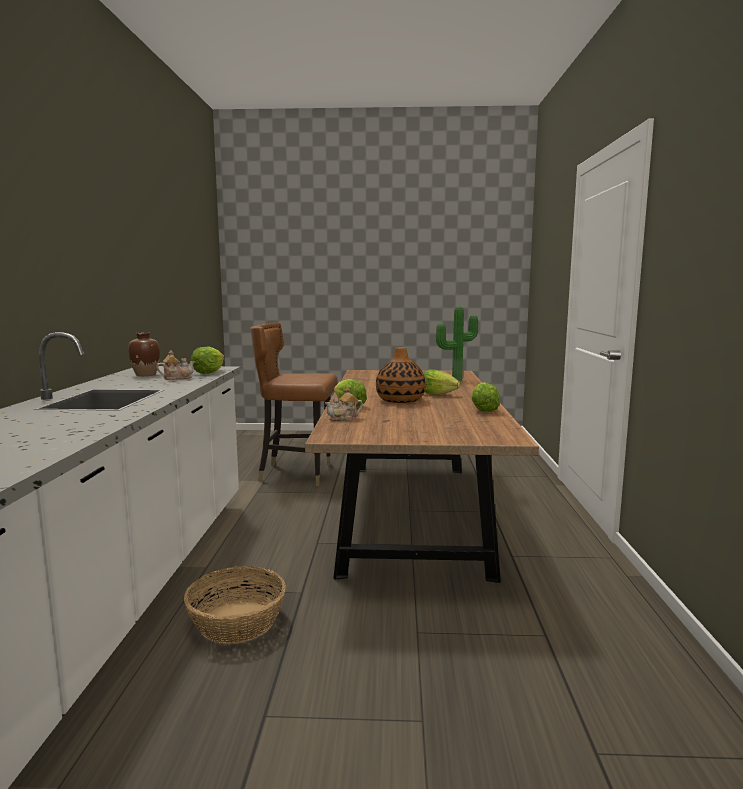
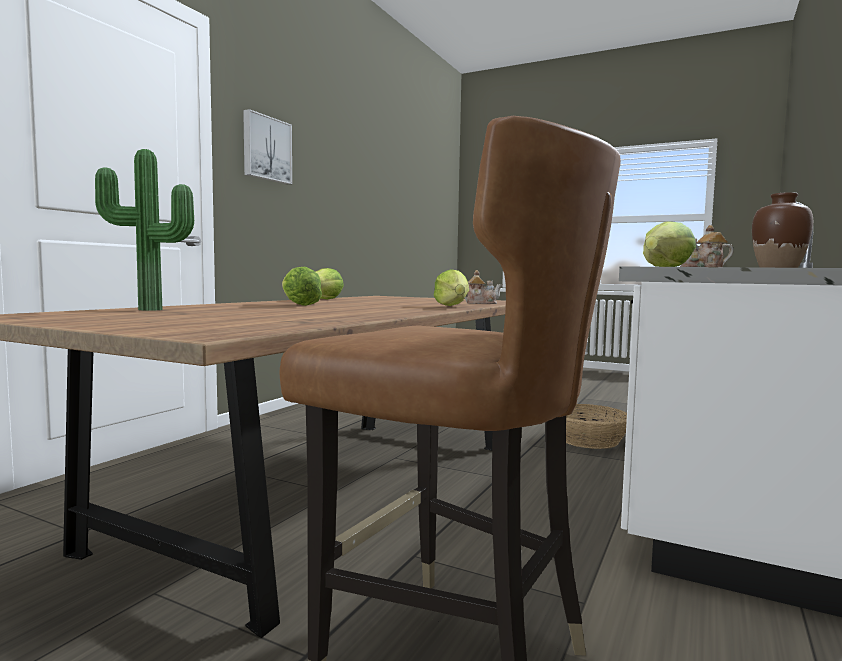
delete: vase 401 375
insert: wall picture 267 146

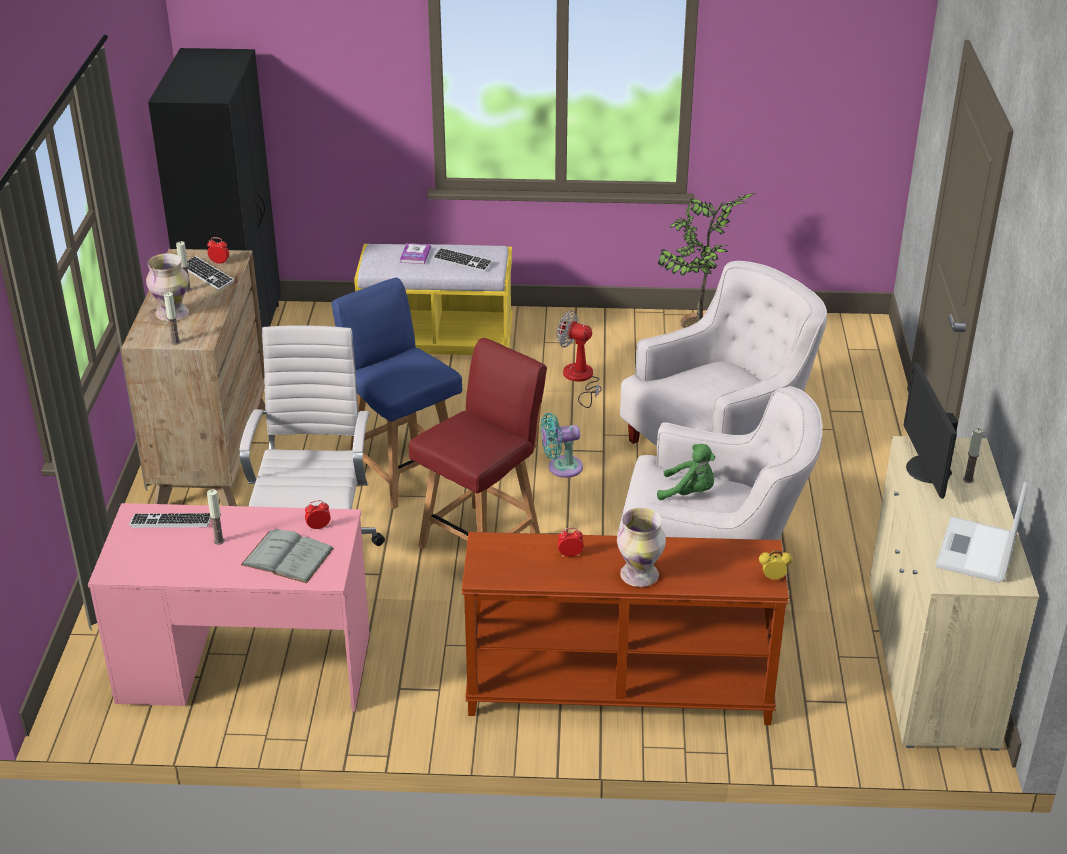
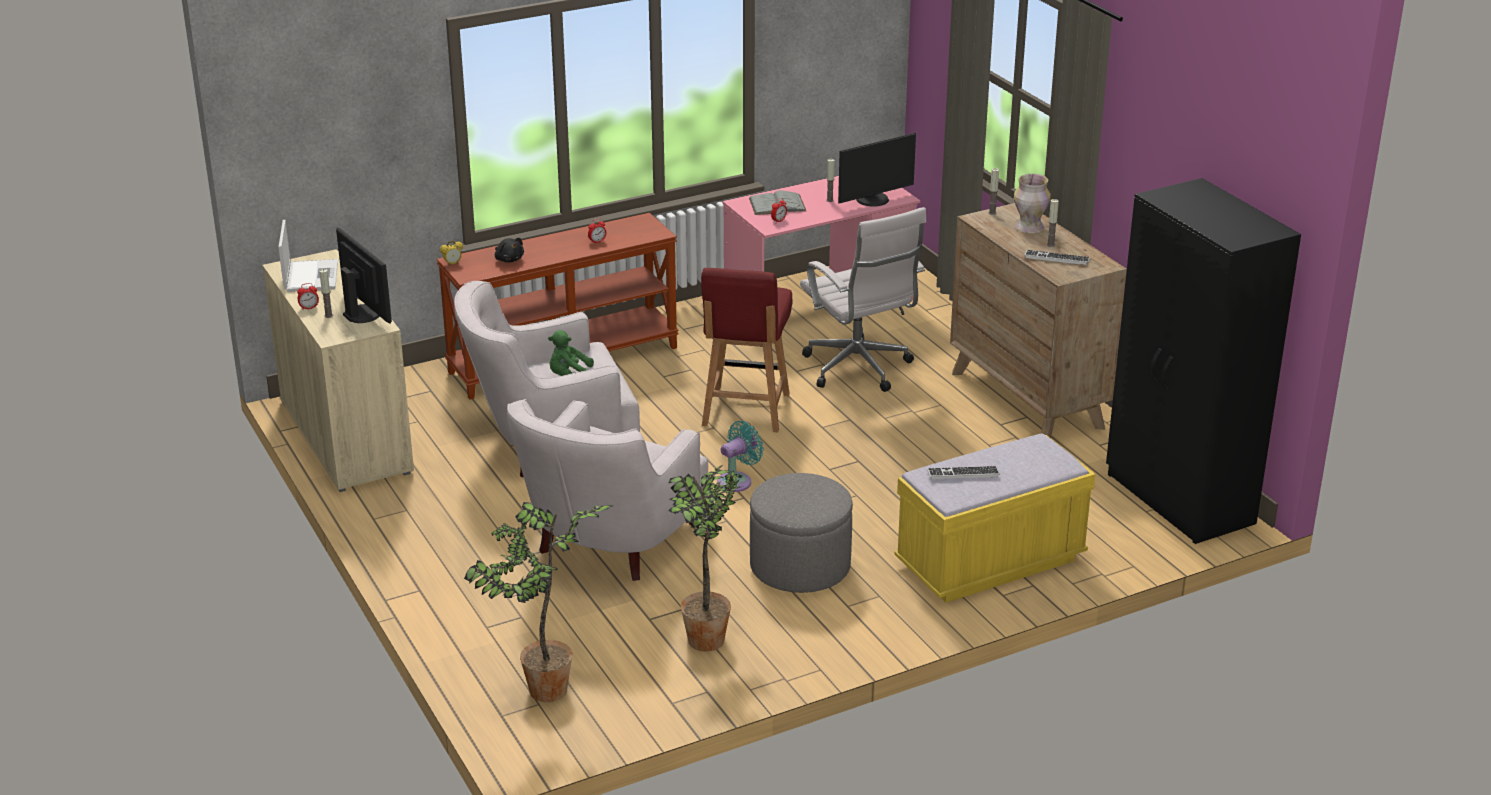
delete: blue upright chair 396 393; volume 415 253; vase 641 547
insert: houseplant 538 602; black-coloured cuddly toy 509 250
move: table clock 218 250 to 308 296
replace: computer keyboard 170 520 to monitor 877 170; electric fan 579 359 to grey pouffe 801 533

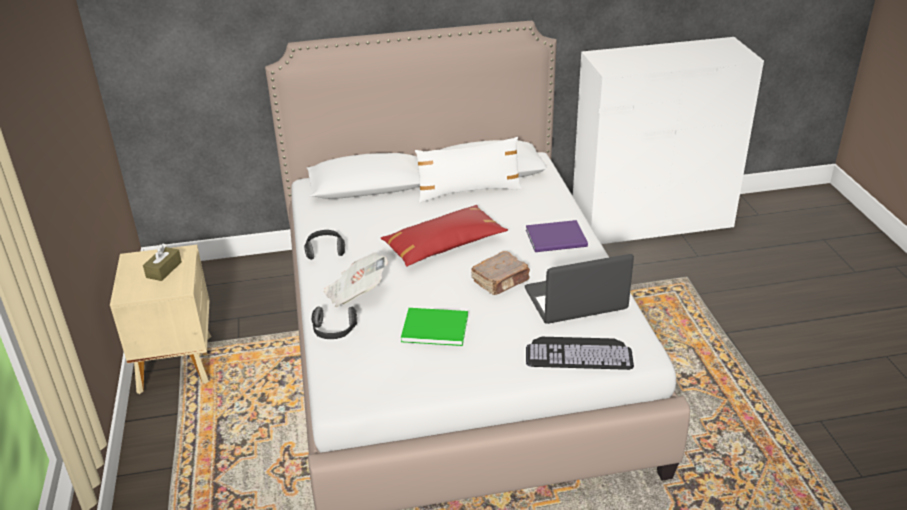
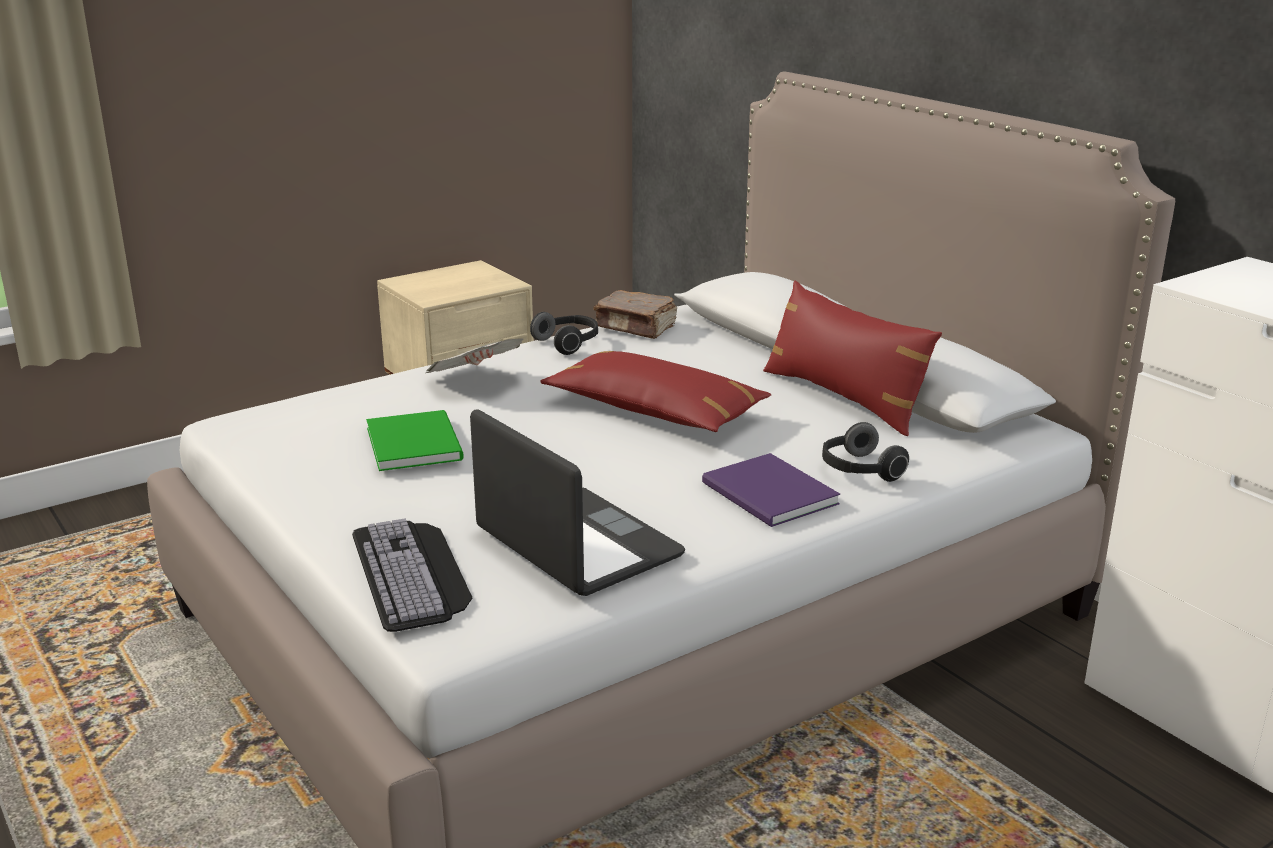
delete: brown-coloured tissue holder 162 262
move: headset 334 322 to 865 452; brown-coloured volume 500 273 to 635 314
recolor: white throw pillow 468 170 to red throw pillow 852 358

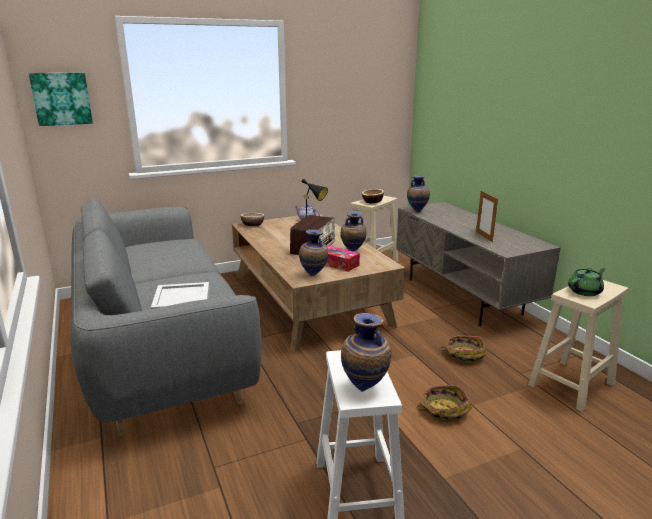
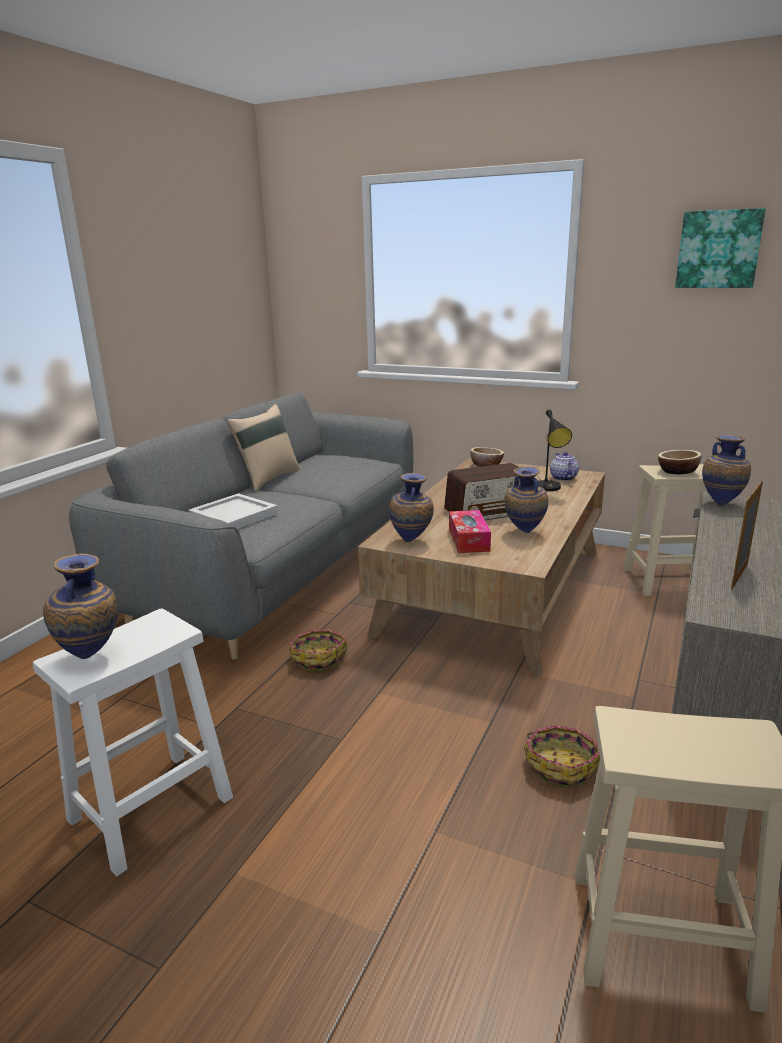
delete: greenish pot for tea 586 282
insert: sand-coloured throw pillow 263 447
move: wall picture 61 99 to 720 248; storage basket 444 404 to 317 651

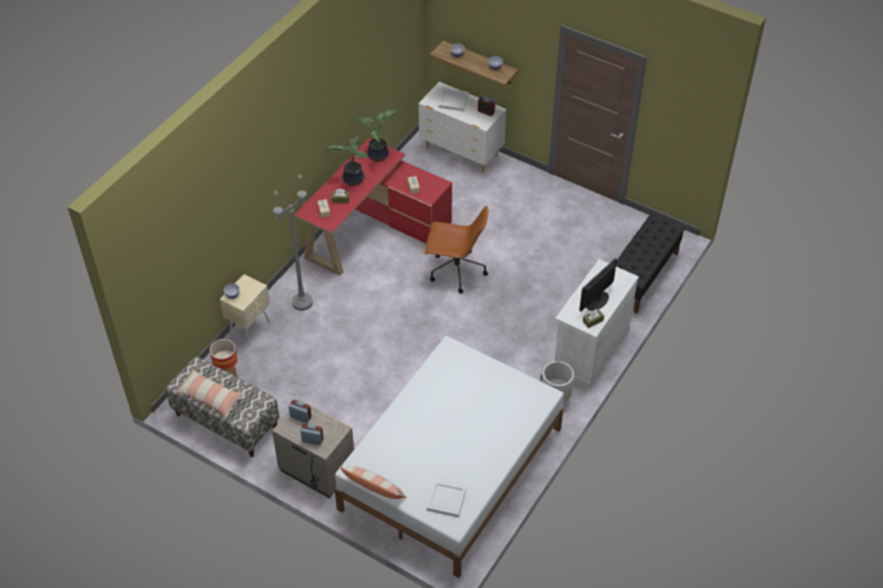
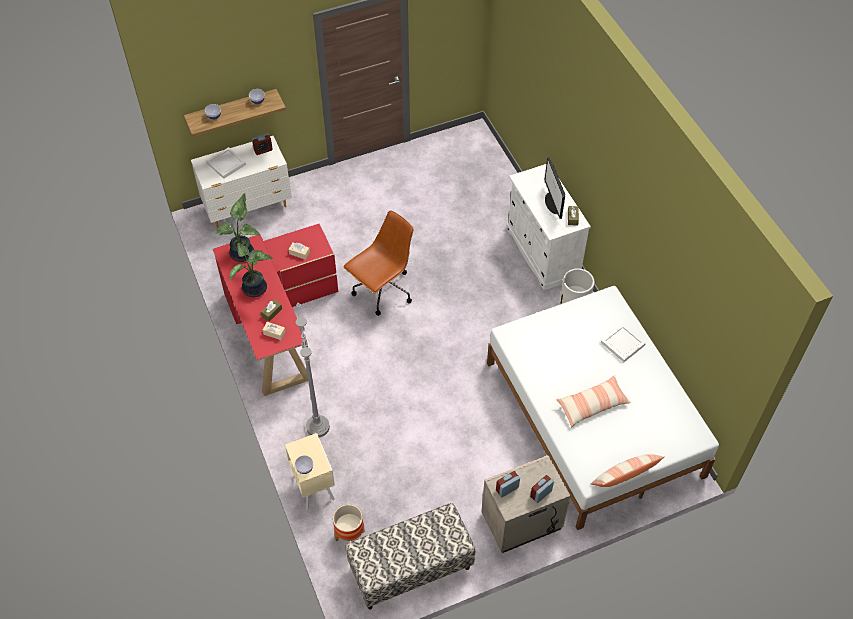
delete: black-coloured bench 650 263
move: throw pillow 210 393 to 593 401; white serving tray 446 499 to 623 343

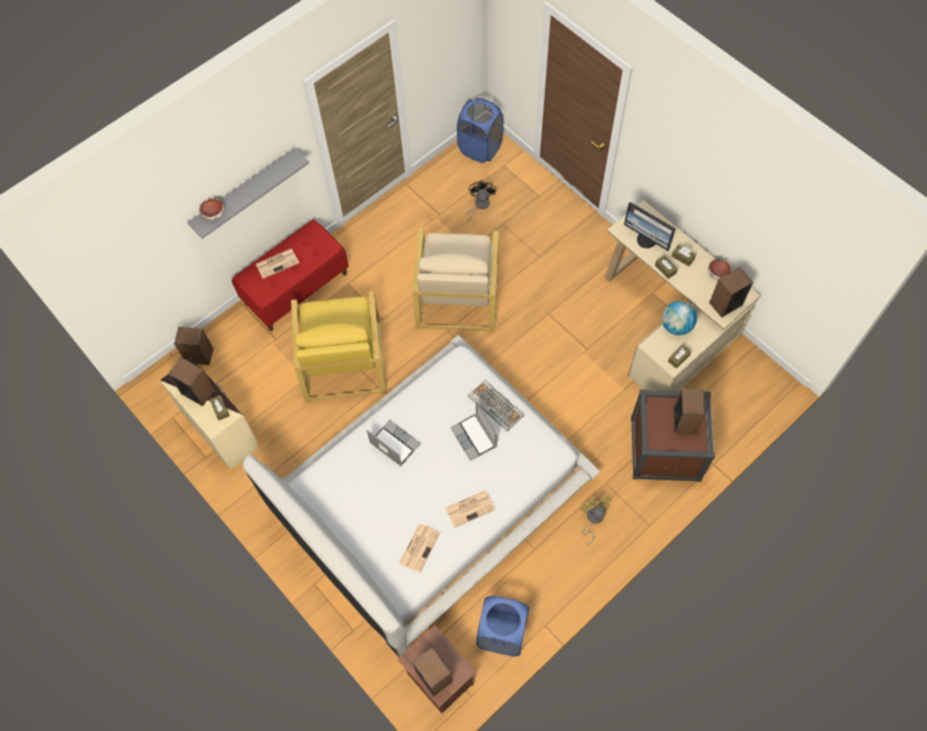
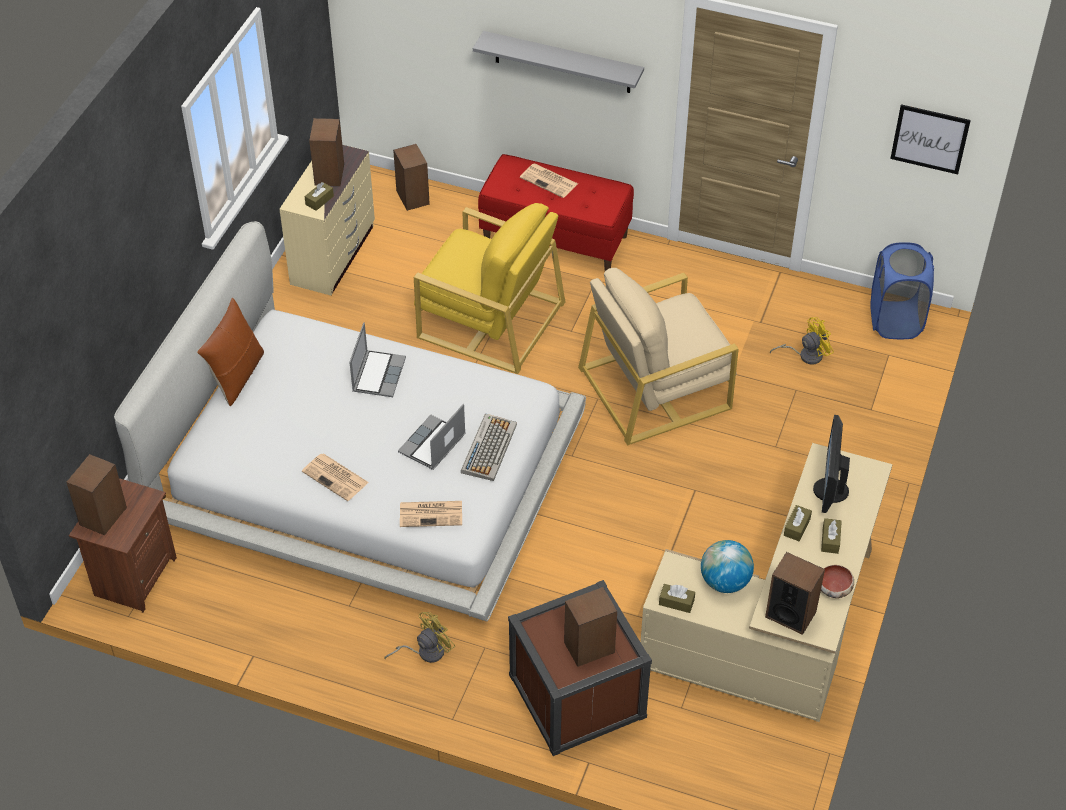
delete: serving bowl 212 210; blue laundry basket 502 626
insert: brown-coloured throw pillow 230 352; wall picture 930 139
move: daily paper 419 548 to 431 514
recolor: black-coloured electric fan 481 201 to yellow-coloured electric fan 802 341
rotate: yellow-coloured easy chair 338 347 = 490 288 120 degrees counterclockwise

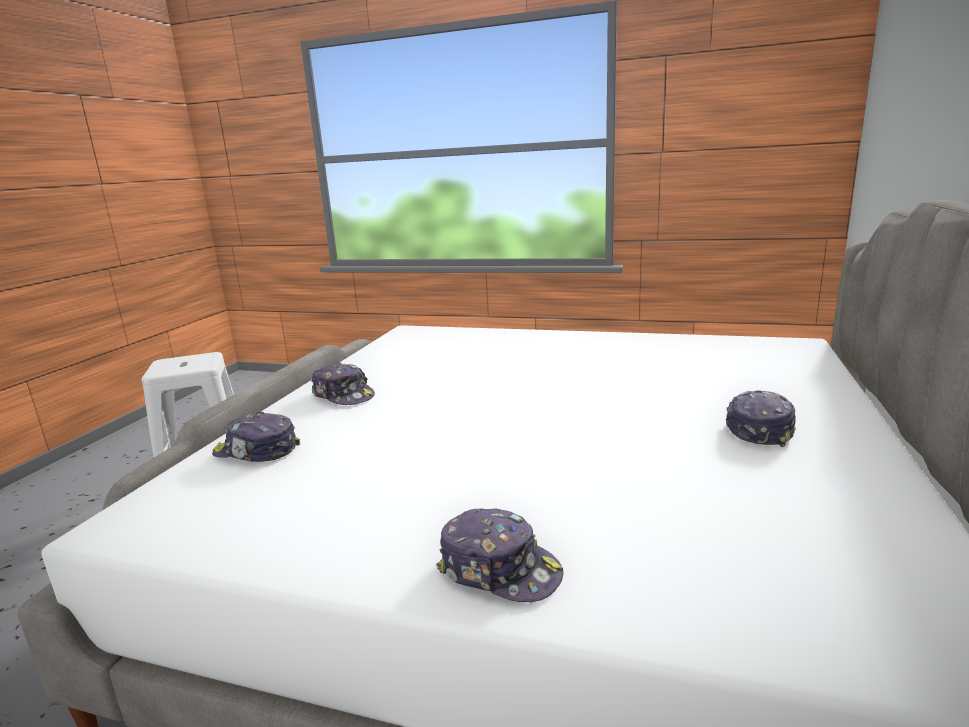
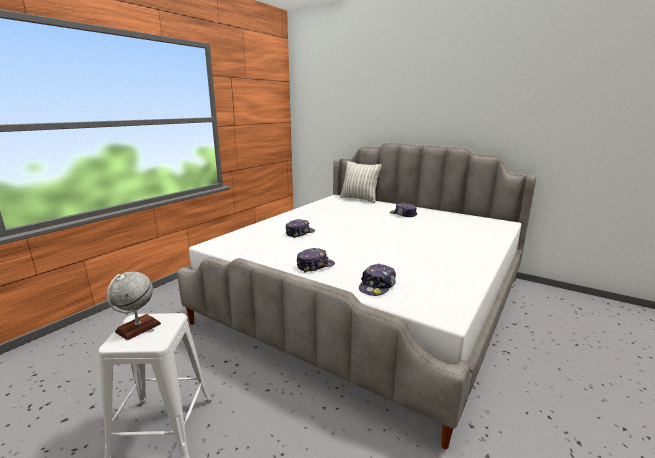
insert: world globe 133 305; throw pillow 361 182
move: baseball cap 499 555 to 300 228

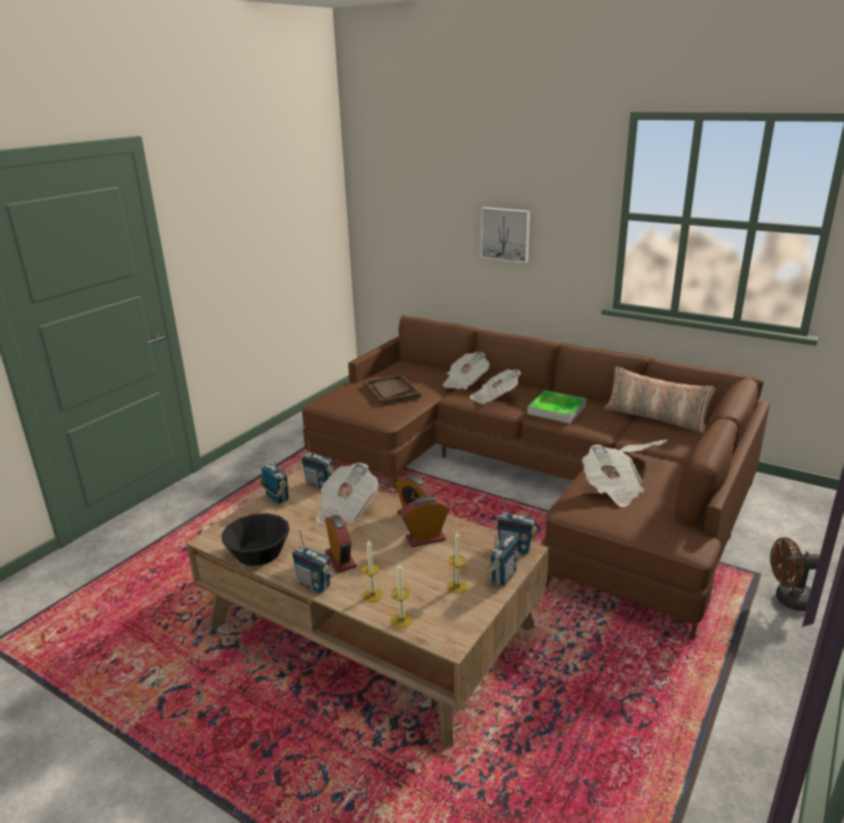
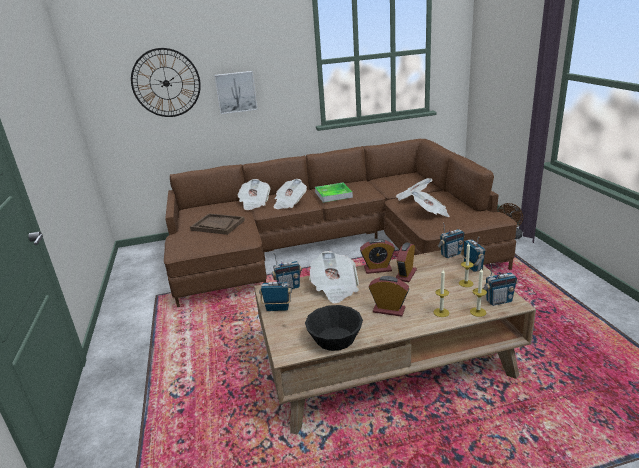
delete: throw pillow 660 399
insert: wall clock 166 82
move: radio 313 562 to 500 284

